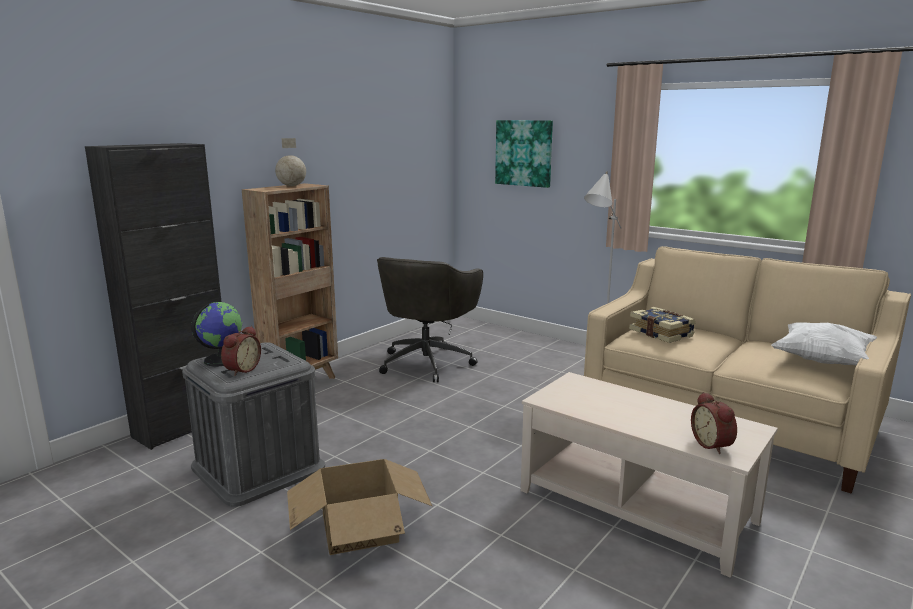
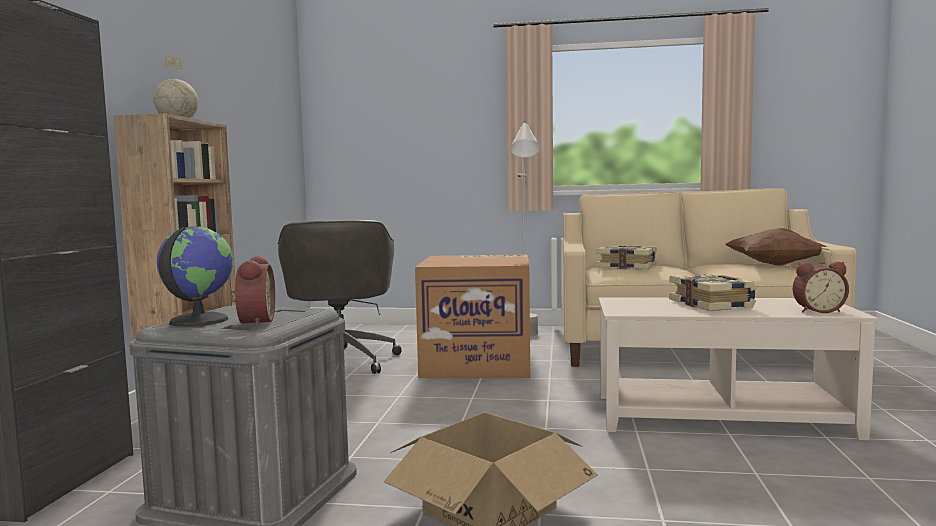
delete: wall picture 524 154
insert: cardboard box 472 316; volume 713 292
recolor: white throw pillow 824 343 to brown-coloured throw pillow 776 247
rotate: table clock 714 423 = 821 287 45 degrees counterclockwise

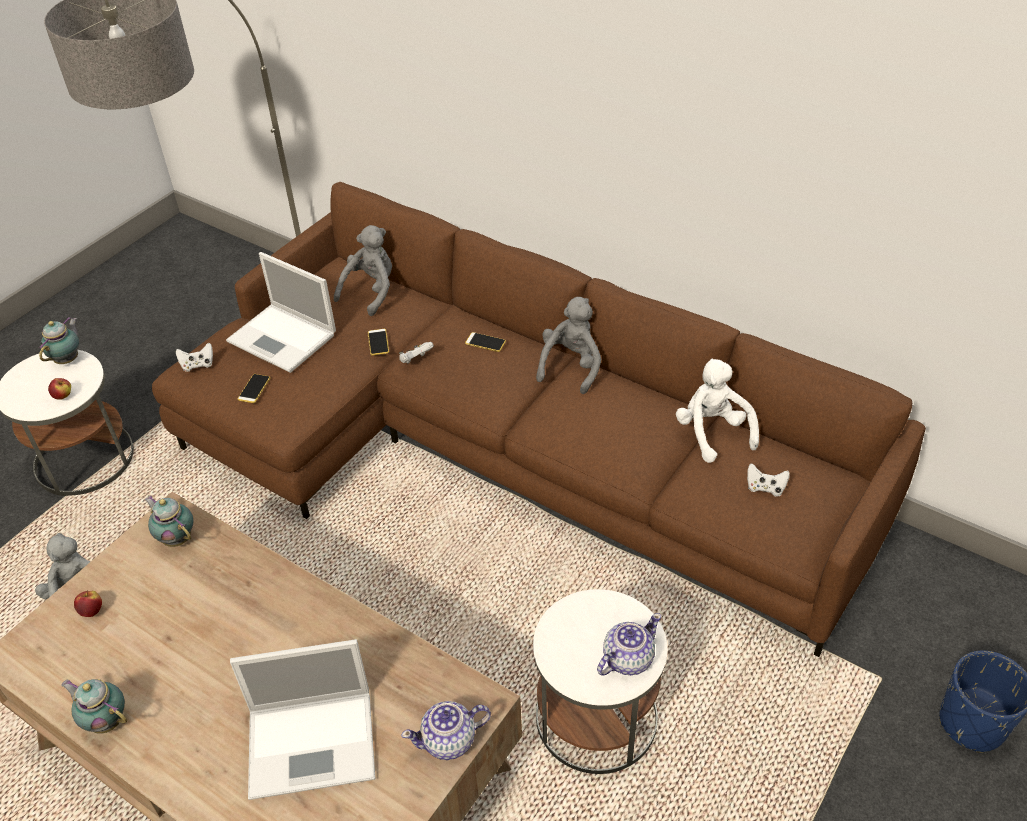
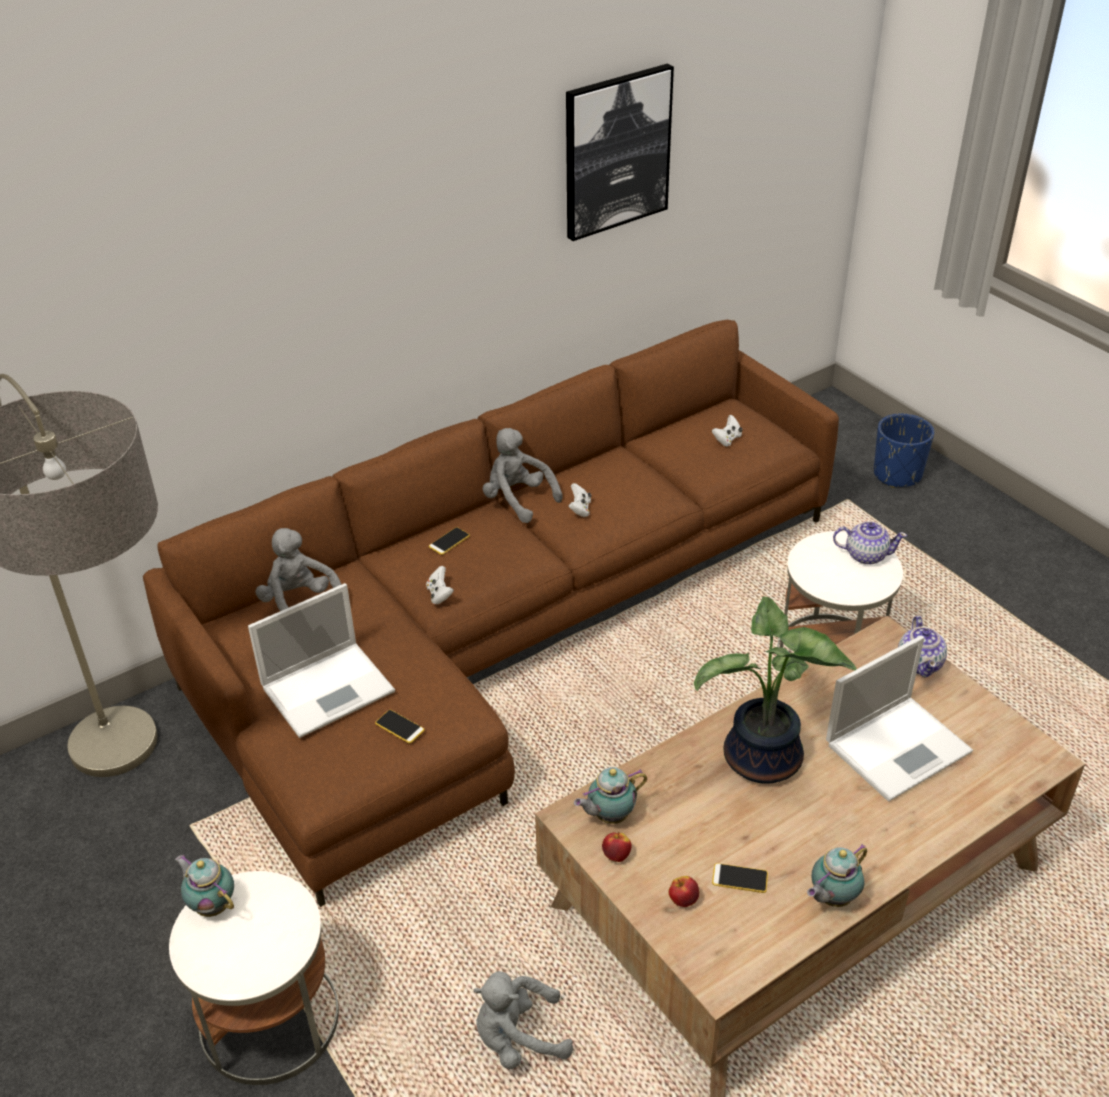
delete: white cuddly toy 717 410
insert: wall picture 620 152; houseplant 775 690
move: apple fruit 59 389 to 617 847; white joypad 194 357 to 579 500; phone 378 342 to 740 878
rotate: portable computer 303 719 = 899 719 45 degrees clockwise; pot for tea 629 644 = 870 543 120 degrees clockwise

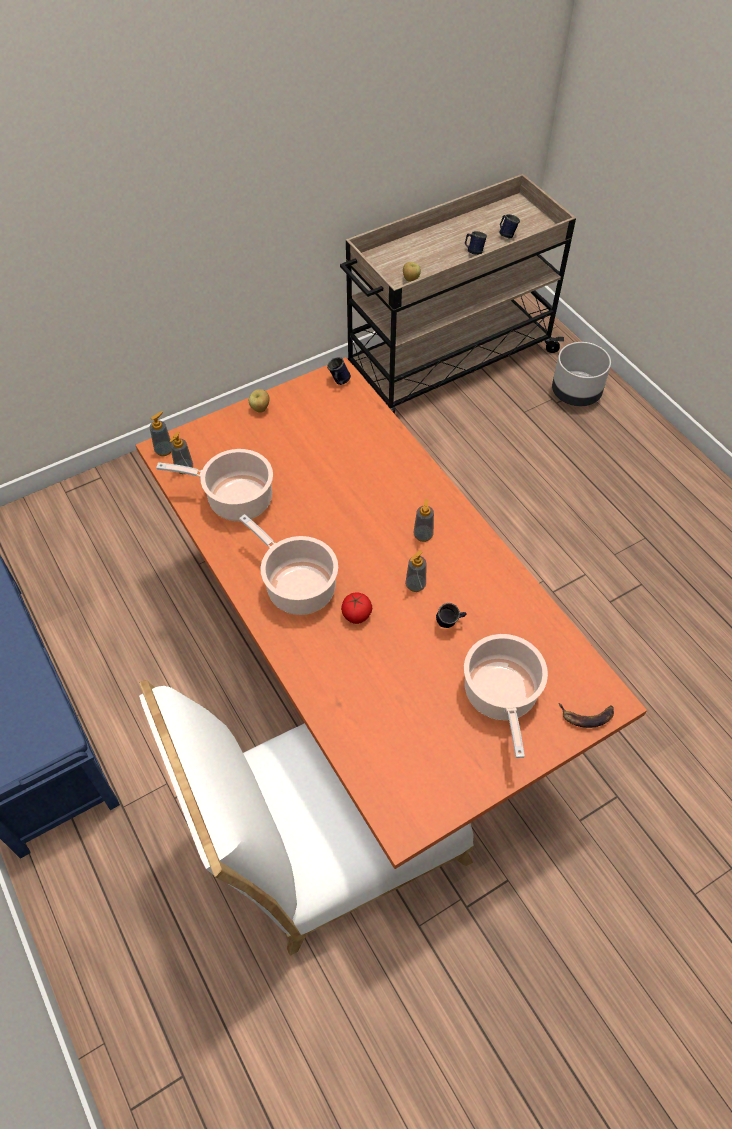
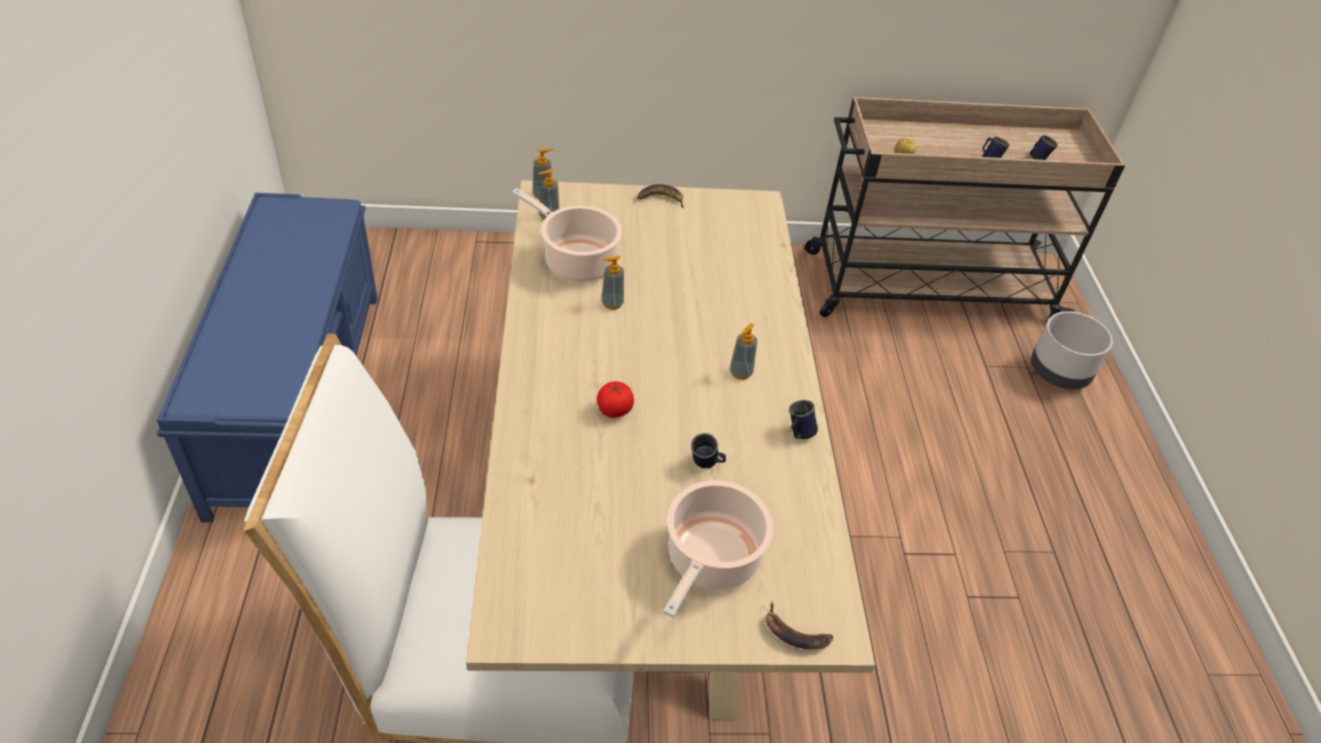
delete: saucepot 288 564
move: blue tea mug 339 371 to 803 419; soap dispenser 415 571 to 612 283
replace: apple fruit 259 401 to whole banana 660 196
recolor: orange kitchen table 391 613 to sand-coloured kitchen table 670 450

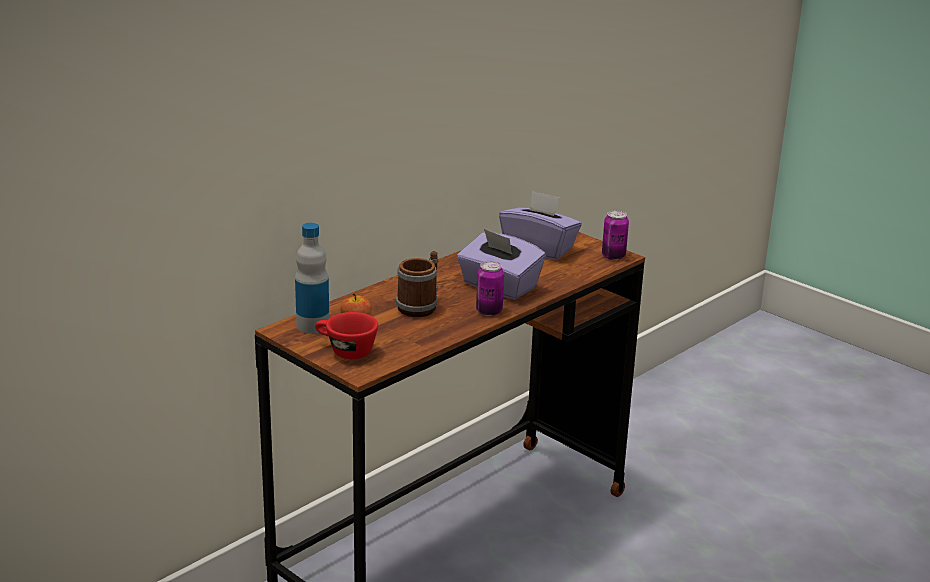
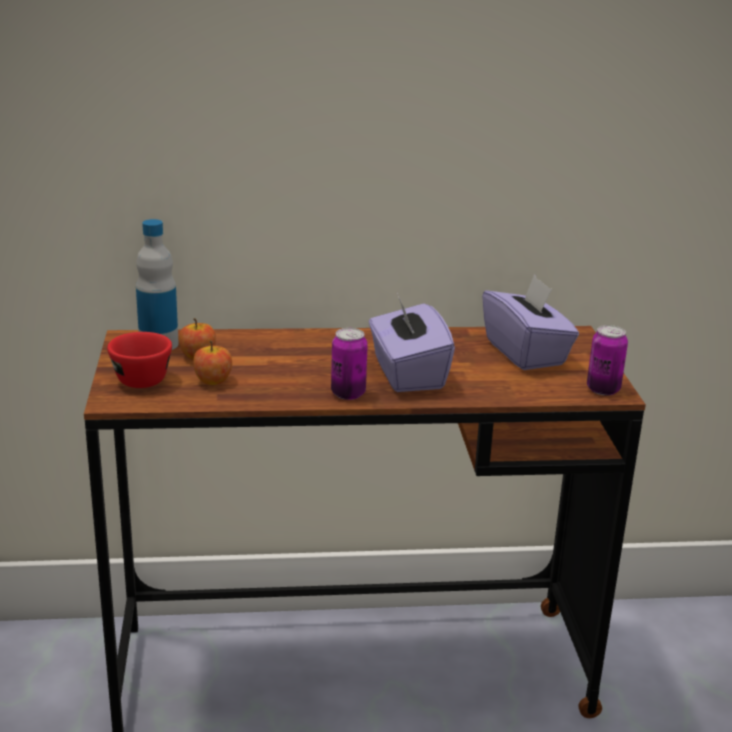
delete: tea mug 417 284
insert: apple fruit 212 362

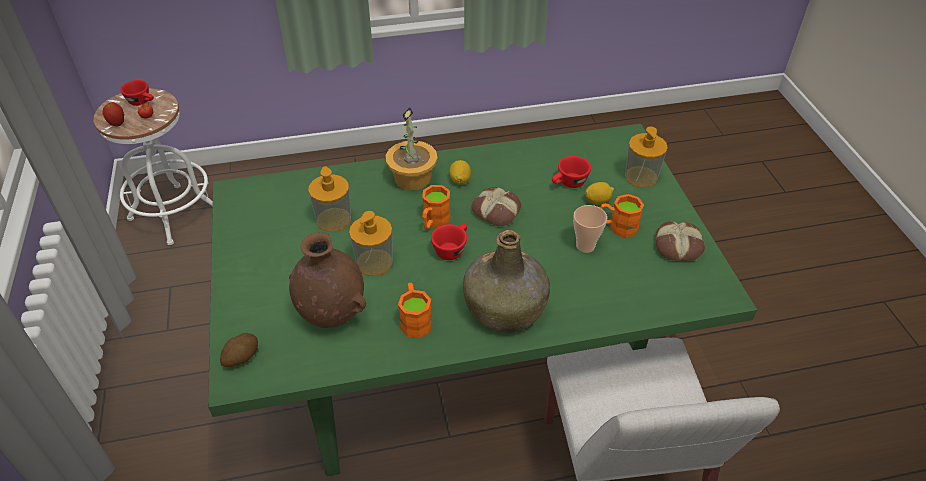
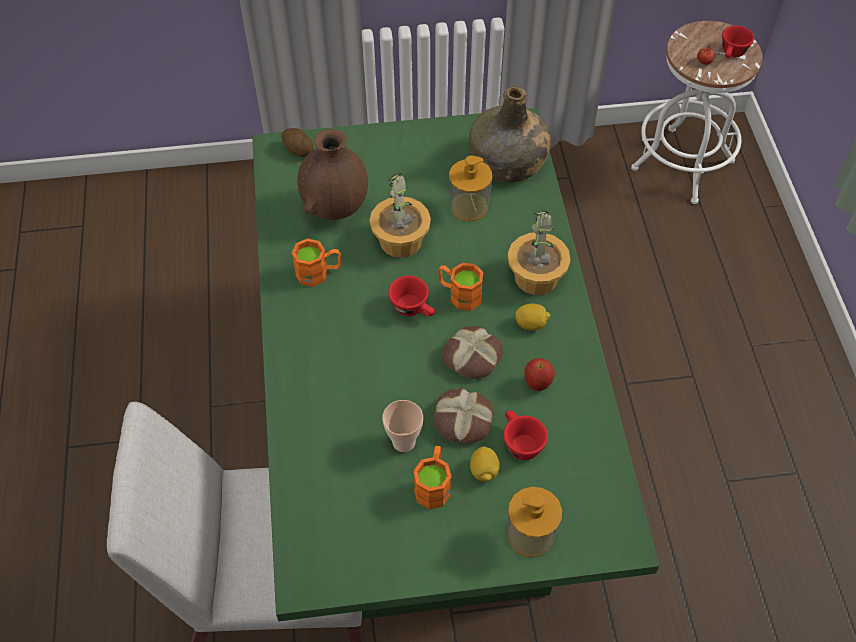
move: apple fruit 113 114 to 539 374; greenish drink bottle 506 281 to 510 134; bread 680 241 to 464 415
replace: soap dispenser 371 243 to houseplant 400 215

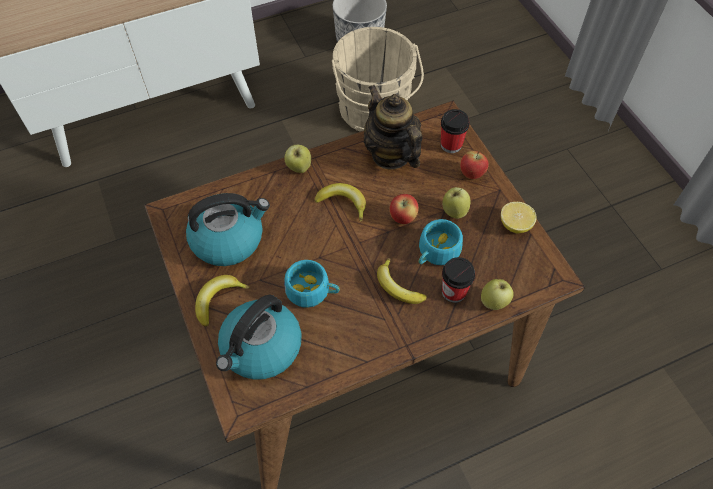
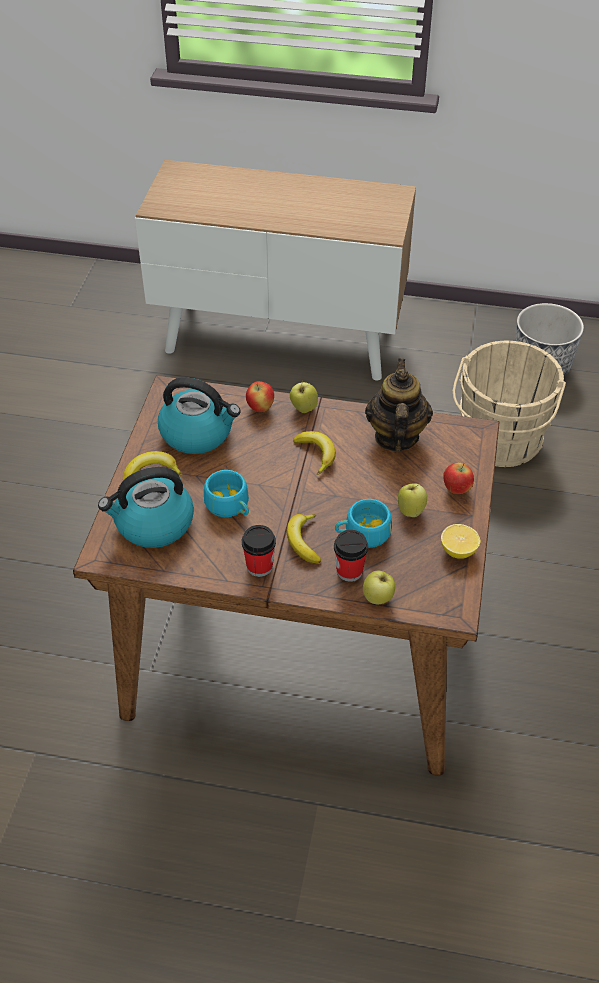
move: apple fruit 404 209 to 260 396; small cup 455 131 to 259 551

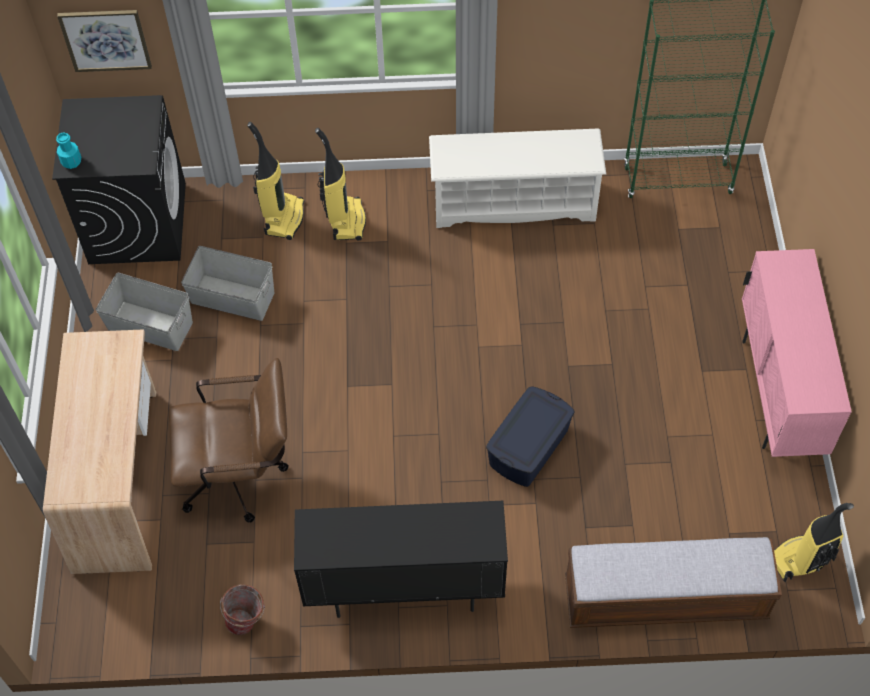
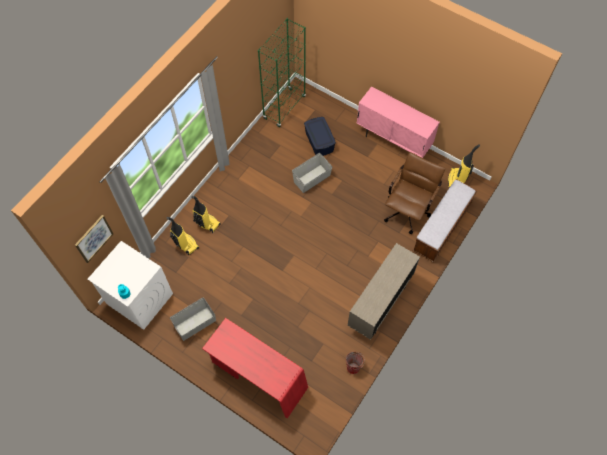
delete: white shoe rack 517 178
move: brown-coloured computer chair 229 440 to 414 193; grey storage bin 227 283 to 312 173; blue storage bin 530 436 to 320 136
recolor: sand-coloured desk unit 99 451 to red desk unit 255 368; black-coloured washing machine 119 179 to white washing machine 130 285; black-coloured cabinet 401 559 to sand-coloured cabinet 384 291

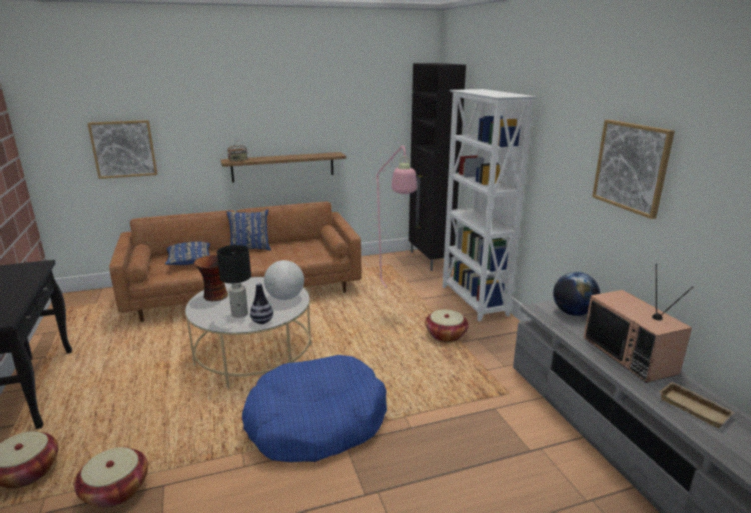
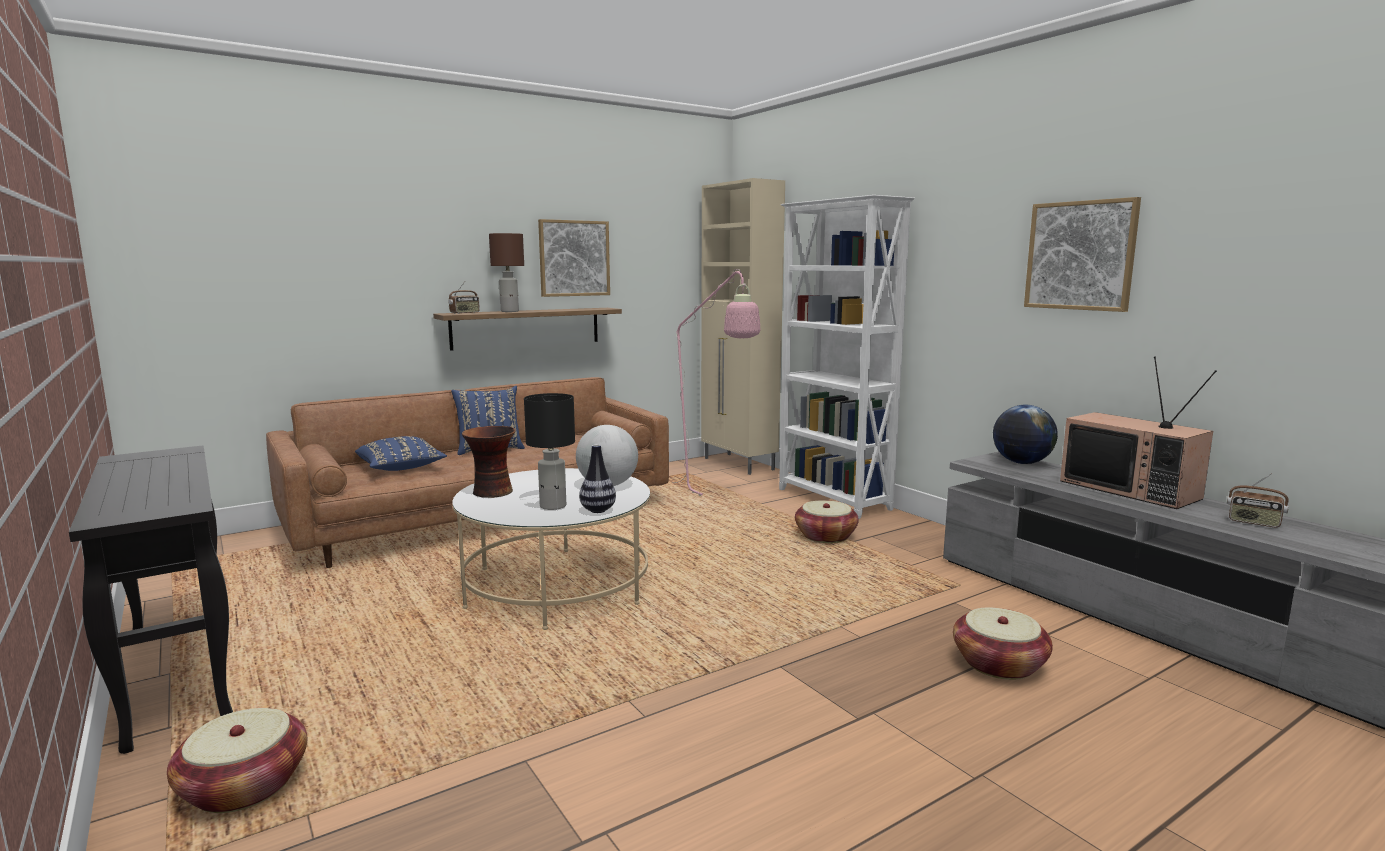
delete: blue dog bed 314 408
insert: brown-coloured tabletop lamp 506 272
move: storage basket 111 477 to 1003 644; wall picture 122 149 to 574 258
replace: sand-coloured serving tray 697 405 to radio 1258 500
recolor: black-coloured cabinet 437 167 to sand-coloured cabinet 743 326

